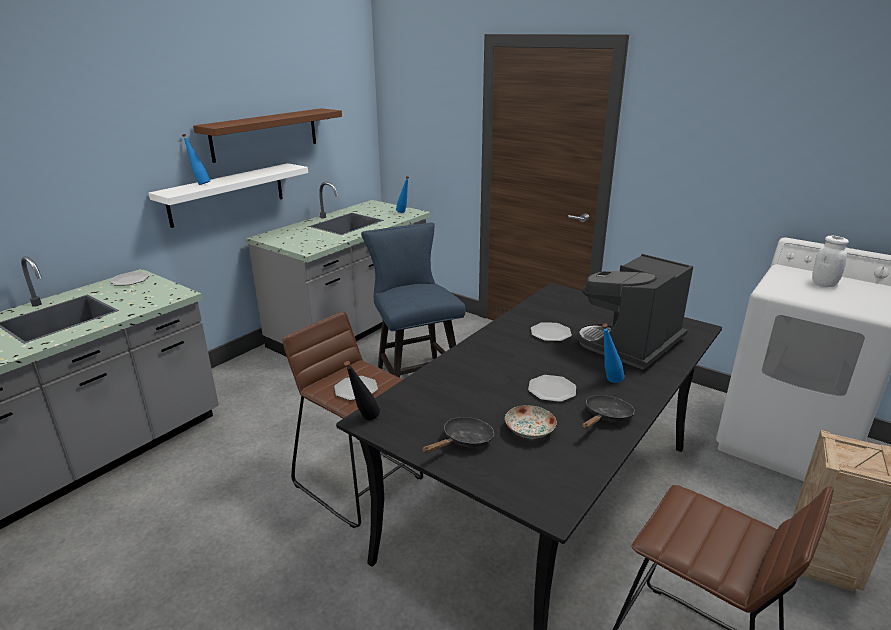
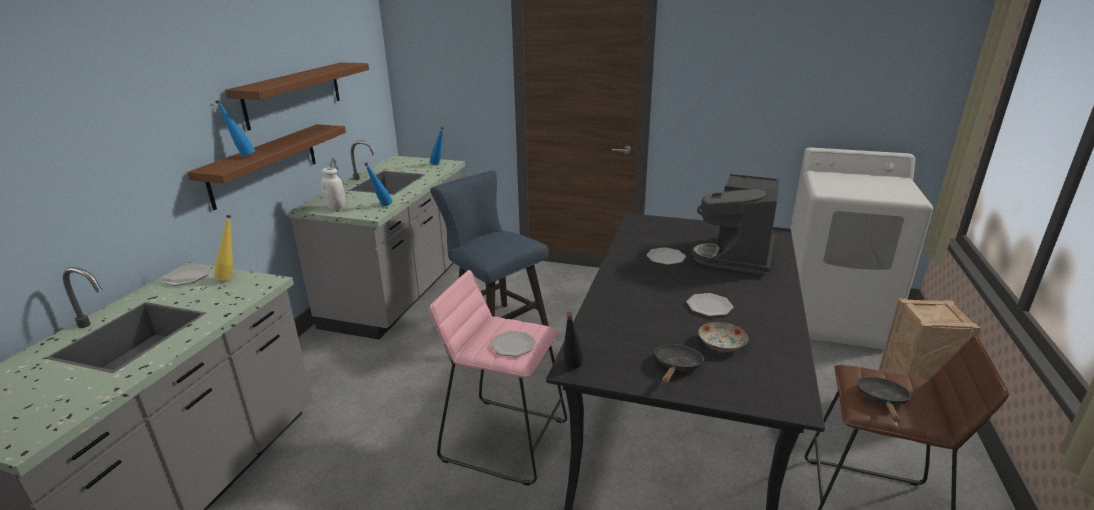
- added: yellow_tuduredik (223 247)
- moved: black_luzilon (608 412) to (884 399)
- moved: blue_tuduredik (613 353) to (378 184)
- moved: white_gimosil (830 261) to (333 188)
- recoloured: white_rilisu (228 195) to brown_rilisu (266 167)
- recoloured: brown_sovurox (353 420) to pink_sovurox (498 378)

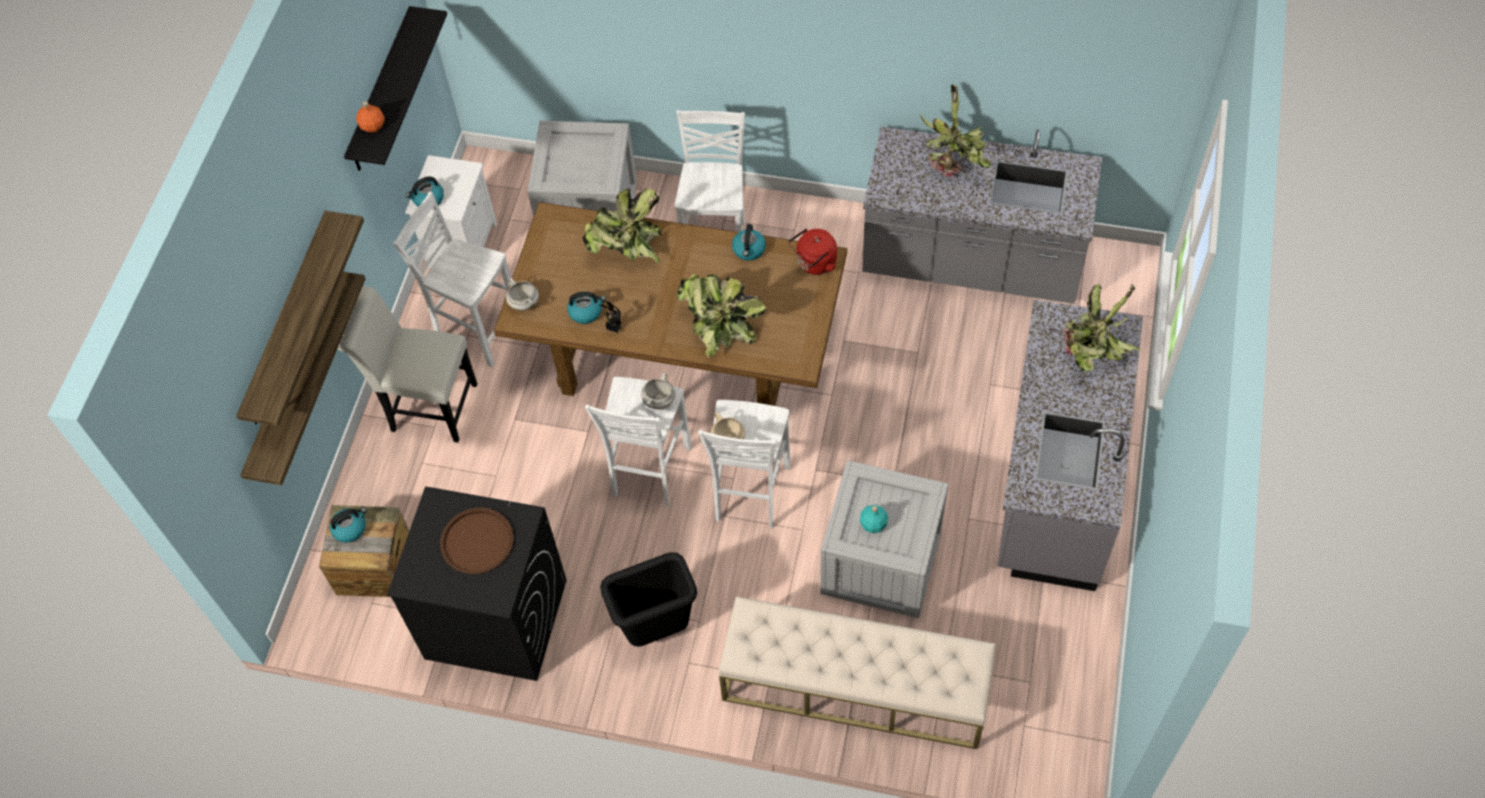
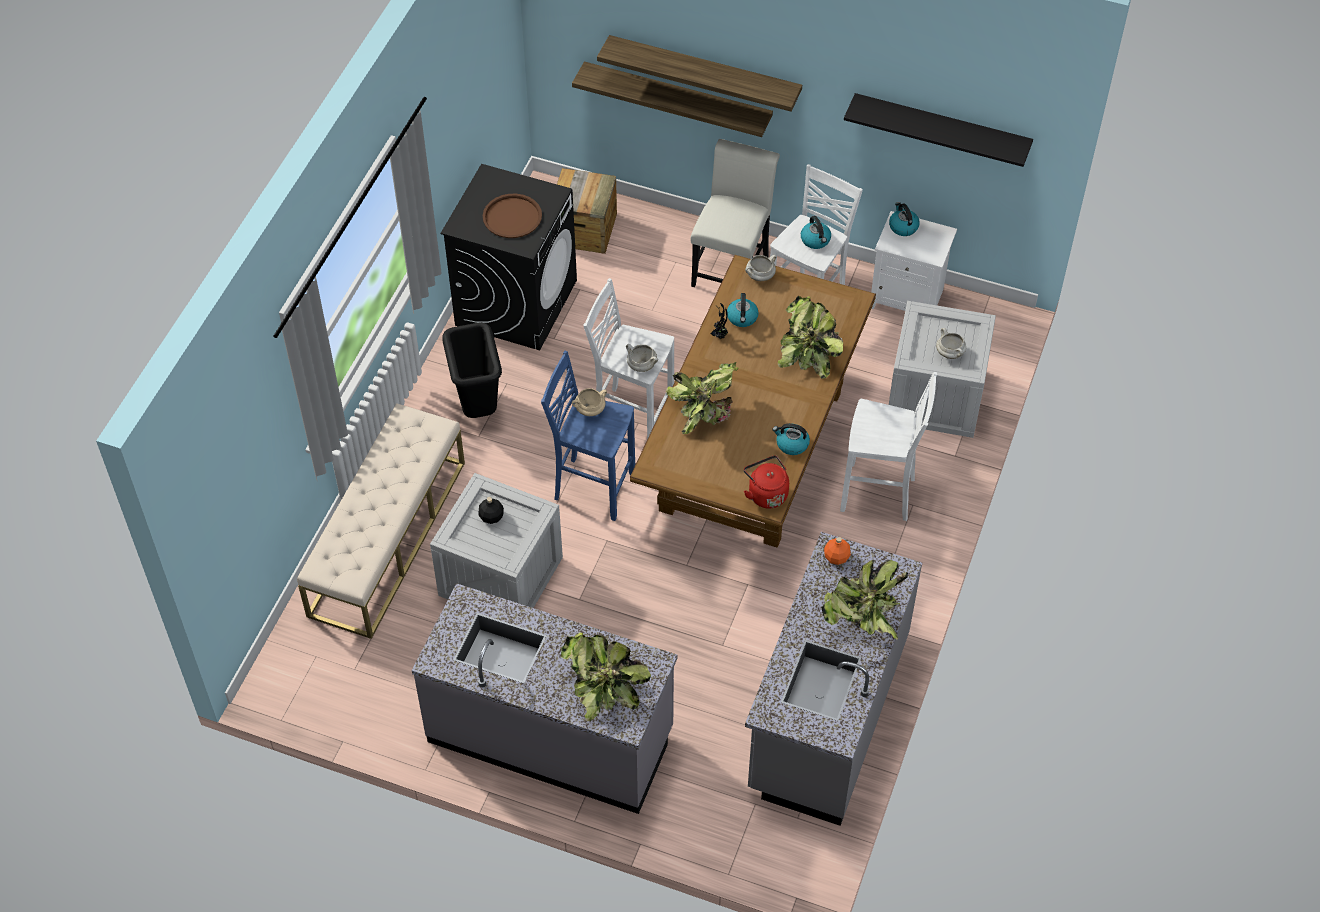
- added: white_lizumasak (951 343)
- moved: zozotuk (348 525) to (816 232)
- moved: orange_tuduredik (370 117) to (837 551)
- recoloured: white_sovurox (744 464) to blue_sovurox (588 436)
- recoloured: turquoise_tuduredik (874 519) to black_tuduredik (491 510)

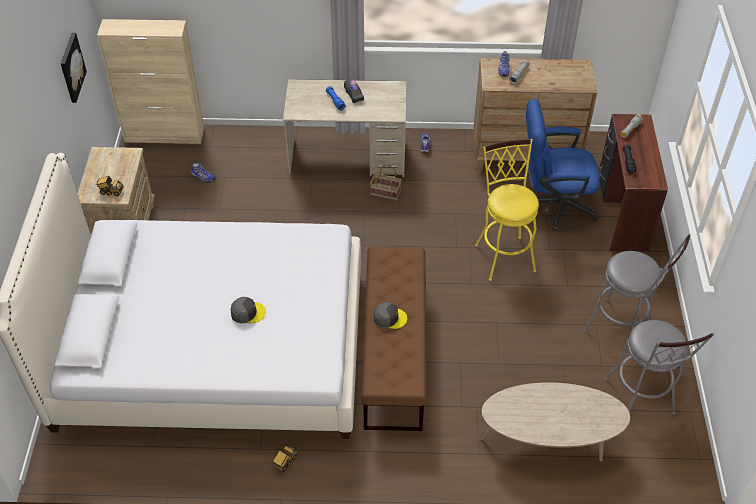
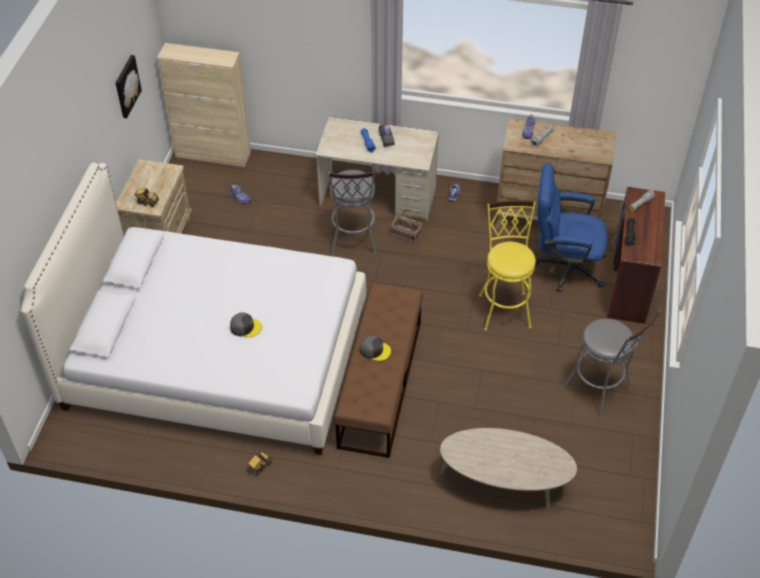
- moved: grey_sovurox (659 367) to (352 212)

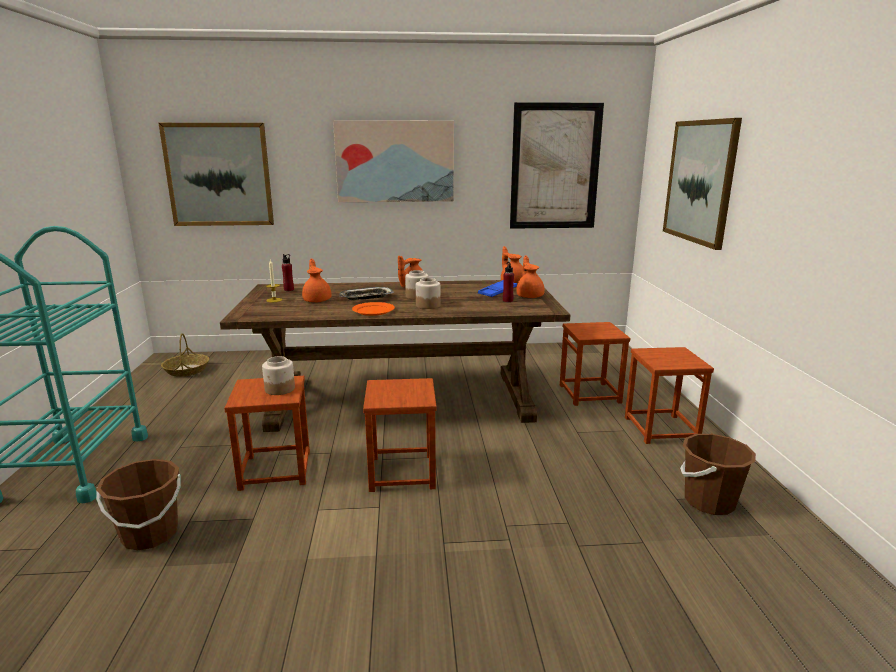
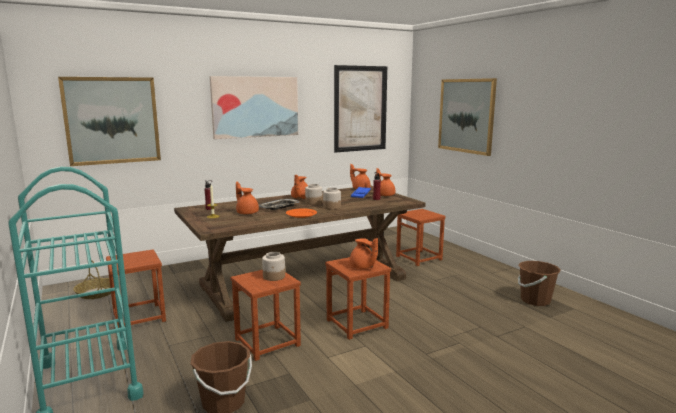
- added: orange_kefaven (363 253)
- moved: brown_sovurox (669 395) to (136 288)

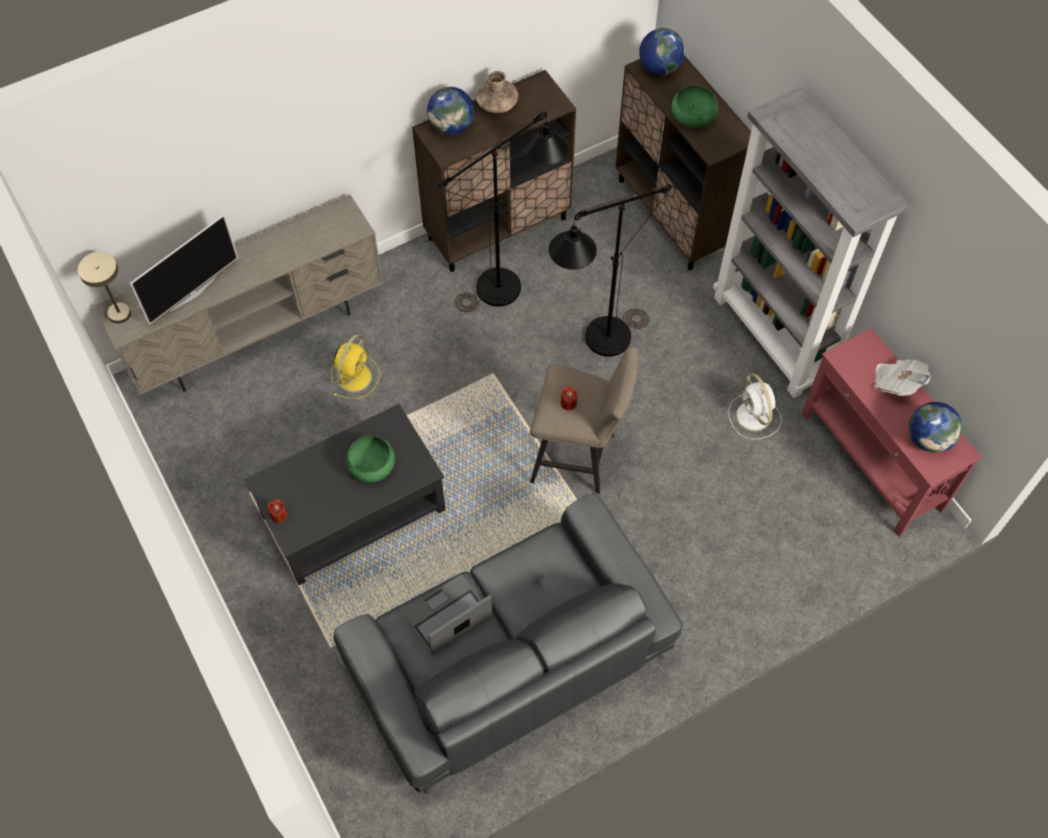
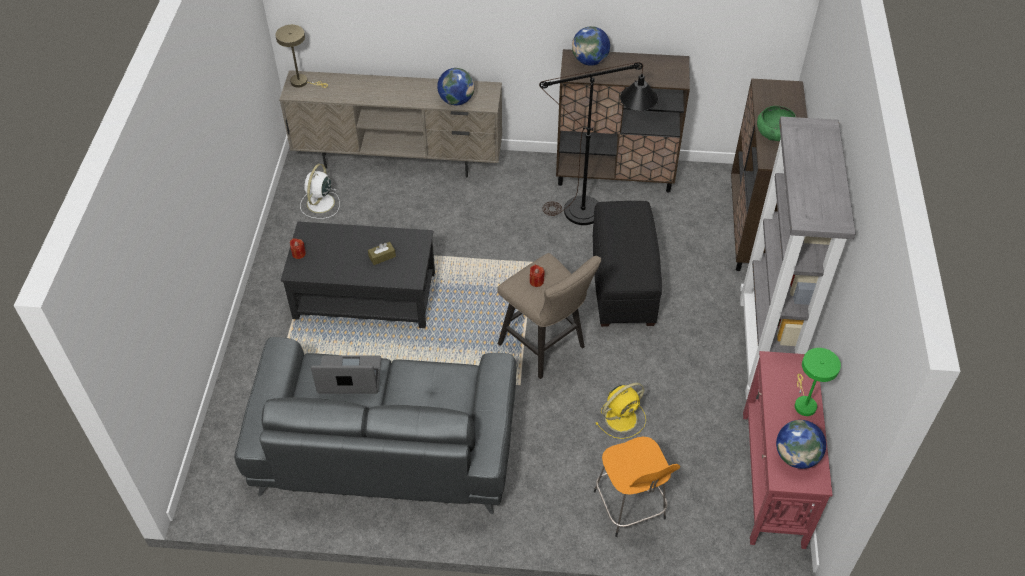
- removed: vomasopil (184 269)
- removed: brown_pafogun (497 92)
- added: orange_sovurox (637 487)
- moved: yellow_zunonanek (355 367) to (621 411)
- moved: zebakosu (662 51) to (455 86)
- moved: white_zunonanek (755 406) to (320 191)
- replaced: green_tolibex (370 459) to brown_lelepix (382 253)
- replaced: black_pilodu (610 270) to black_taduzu (627 264)
- replaced: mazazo (902 377) to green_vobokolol (818 382)

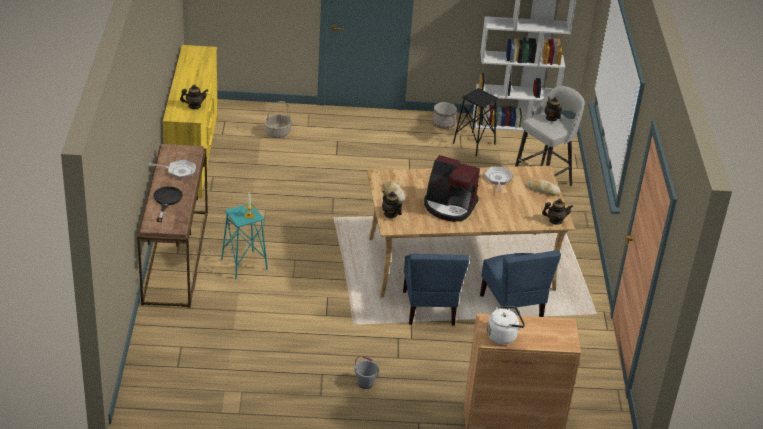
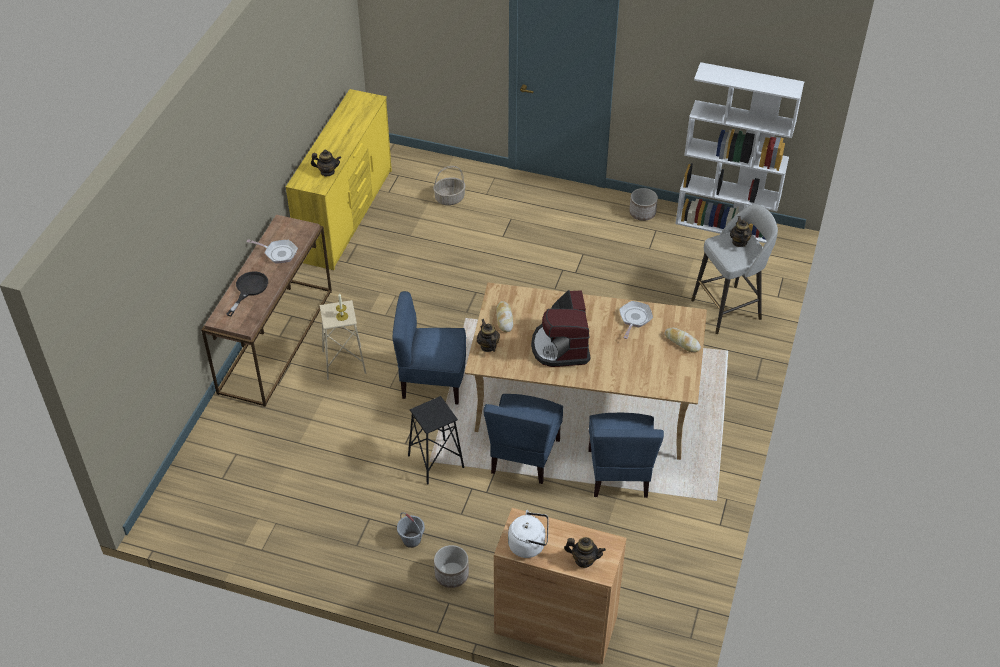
- added: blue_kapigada (429 347)
- added: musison (451 566)
- moved: black_sovurox (475 122) to (436 440)
- moved: kefaven (557 212) to (585 552)
- recoloured: turquoise_sovurox (244 241) to beige_sovurox (343 340)
- turned: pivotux (452 188) = (560 328) 45 degrees clockwise

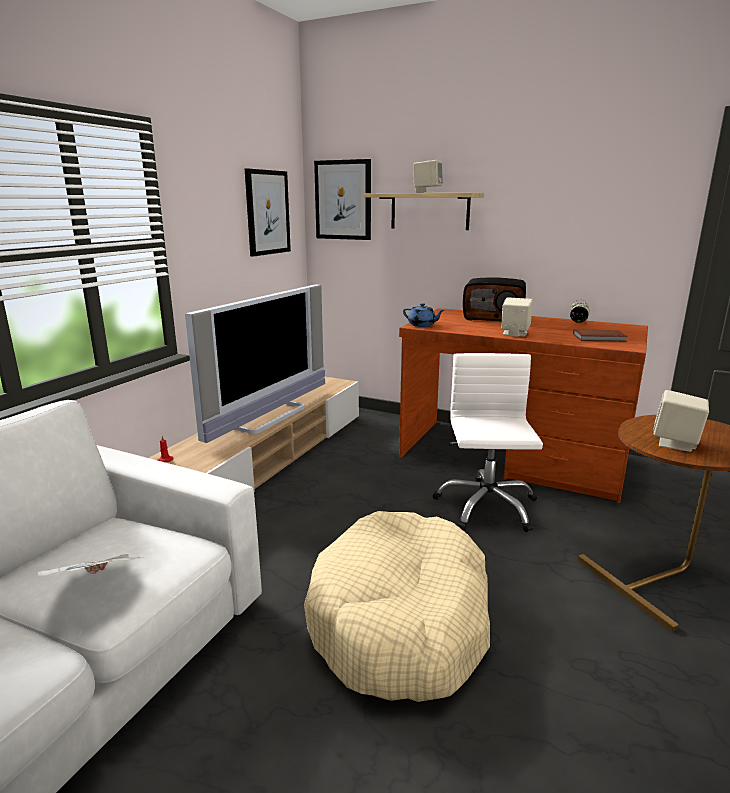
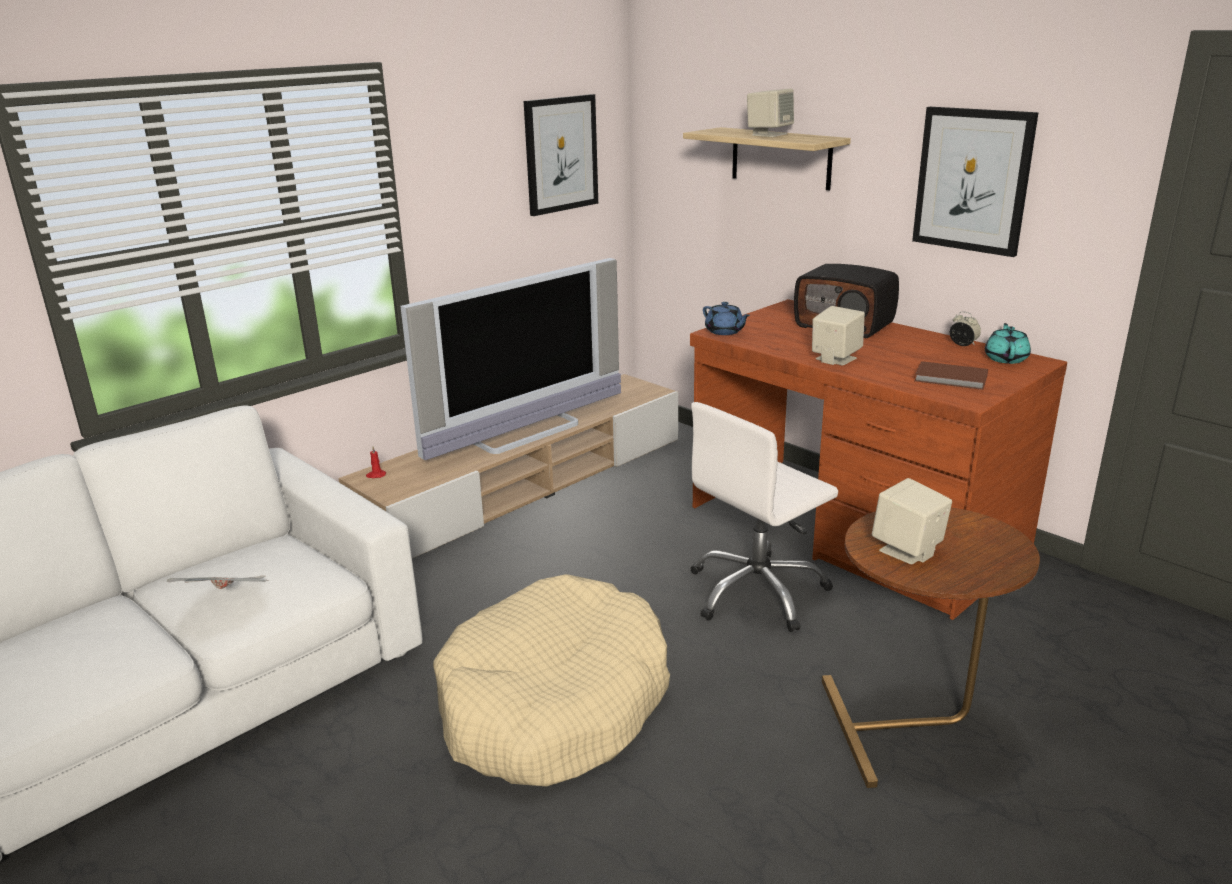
- added: turquoise_kefaven (1008 343)
- moved: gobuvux (342 199) to (975 182)
- turned: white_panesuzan (487 442) = (764 517) 150 degrees counterclockwise

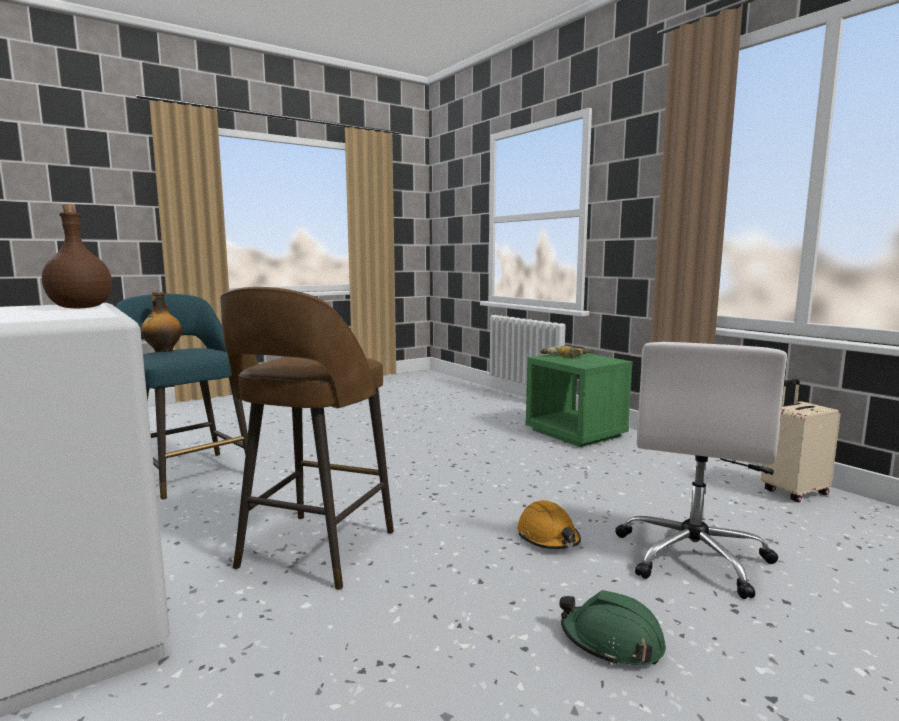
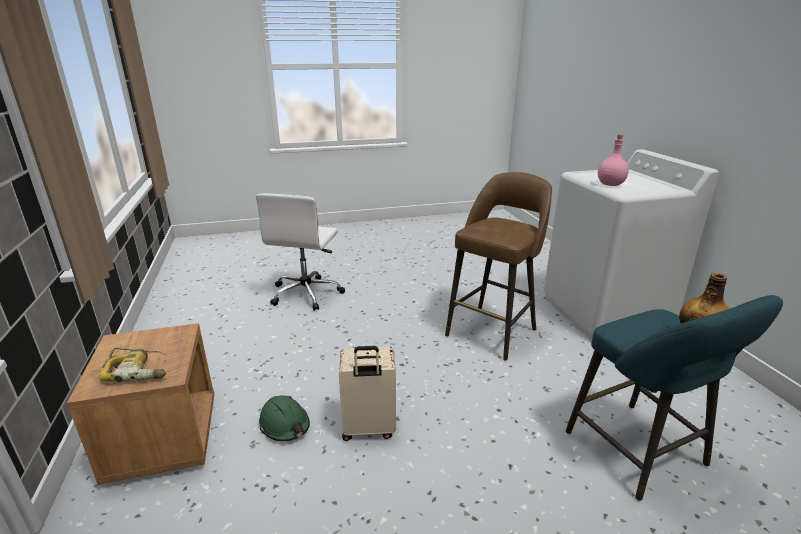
- removed: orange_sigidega (549 524)
- moved: green_sigidega (613 627) to (284 418)
- moved: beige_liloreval (801 440) to (367 393)
- recoloured: brown_tuduredik (77 256) to pink_tuduredik (613 160)
- recoloured: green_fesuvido (579 400) to brown_fesuvido (140 404)
- turned: white_panesuzan (701 470) = (300 252) 150 degrees clockwise

